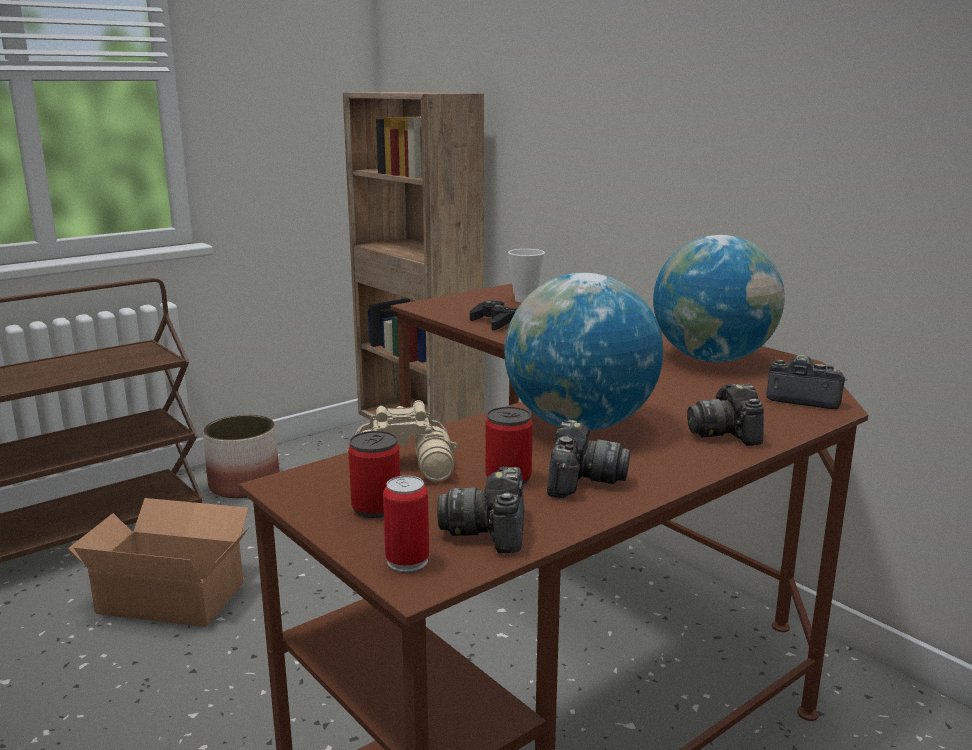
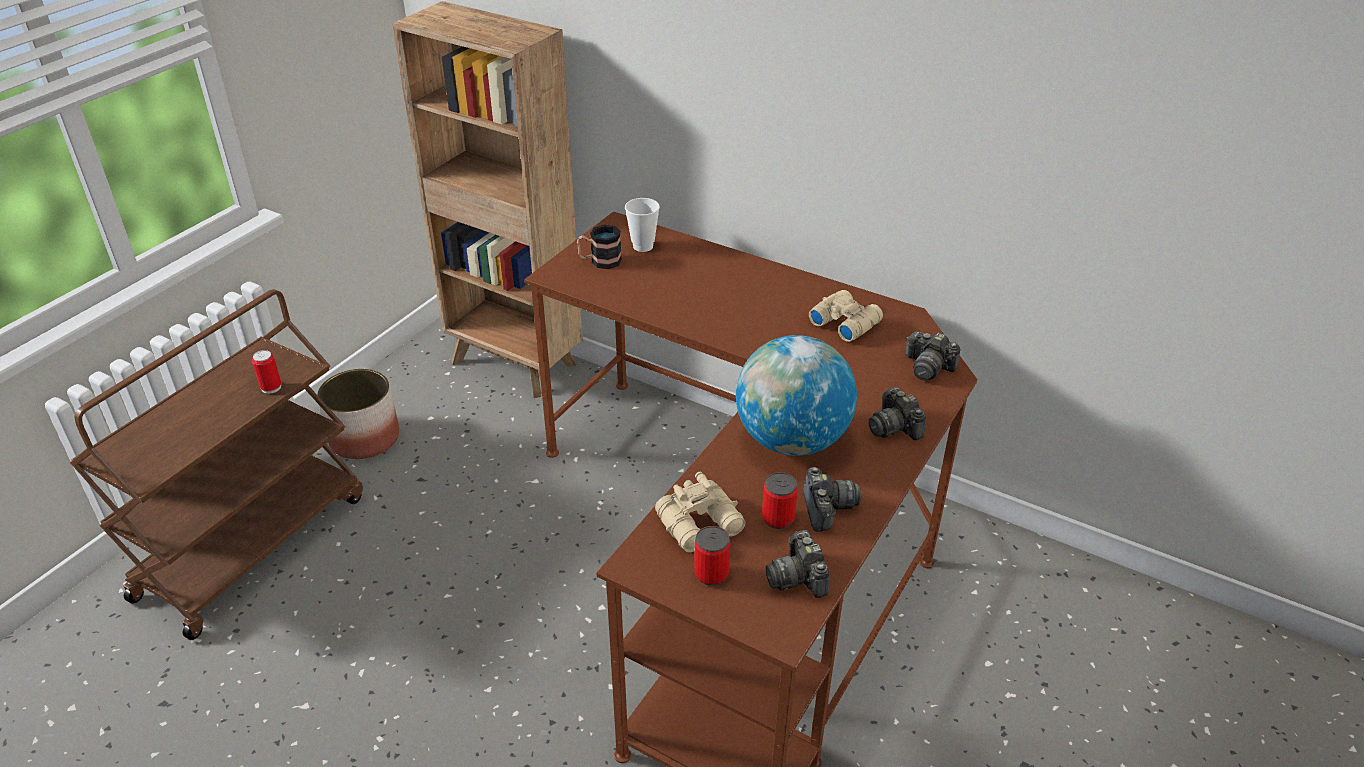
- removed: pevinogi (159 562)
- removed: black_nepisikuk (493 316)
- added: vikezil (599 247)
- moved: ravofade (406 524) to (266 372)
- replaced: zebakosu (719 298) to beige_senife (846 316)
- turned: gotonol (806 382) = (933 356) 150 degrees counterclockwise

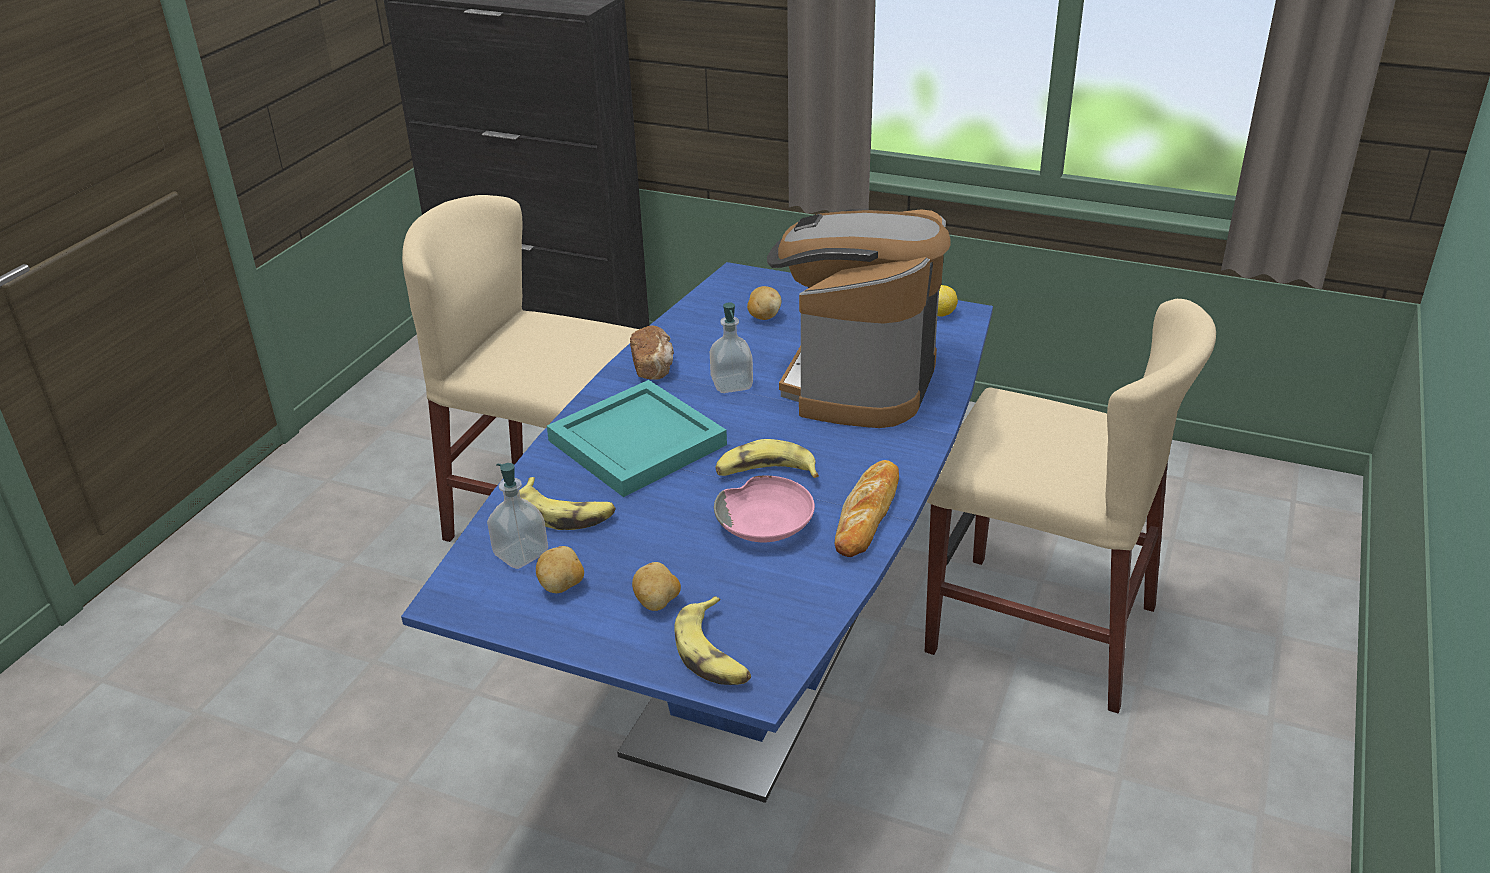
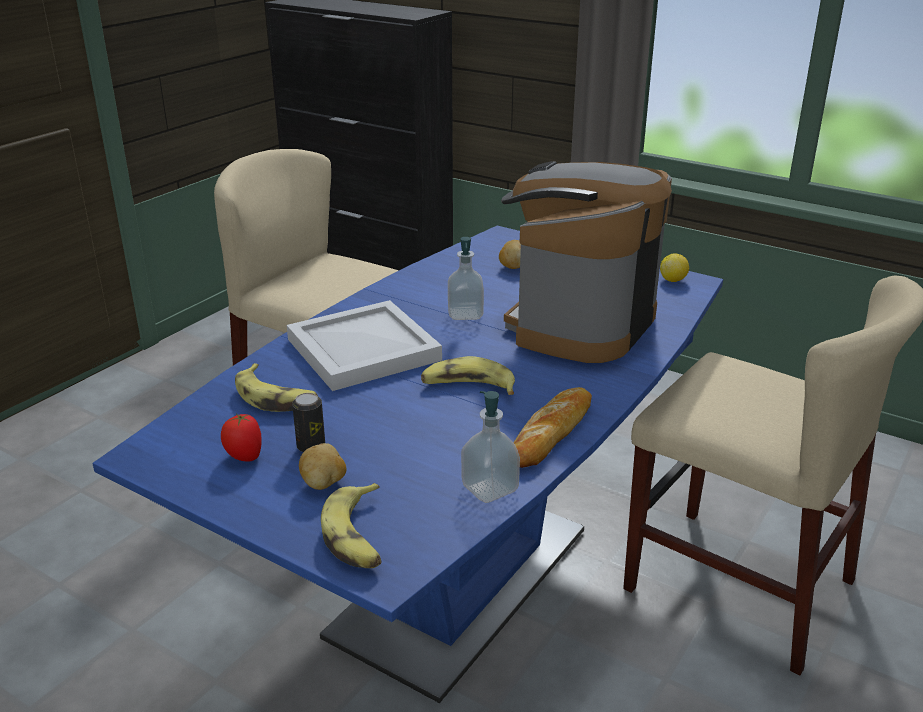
- removed: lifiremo (652 352)
- removed: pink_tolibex (764 509)
- added: ravofade (308 422)
- moved: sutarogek (517 516) to (490 447)
- replaced: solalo (560 569) to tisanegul (241 437)
- recoloured: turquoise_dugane (637 438) to white_dugane (364 345)

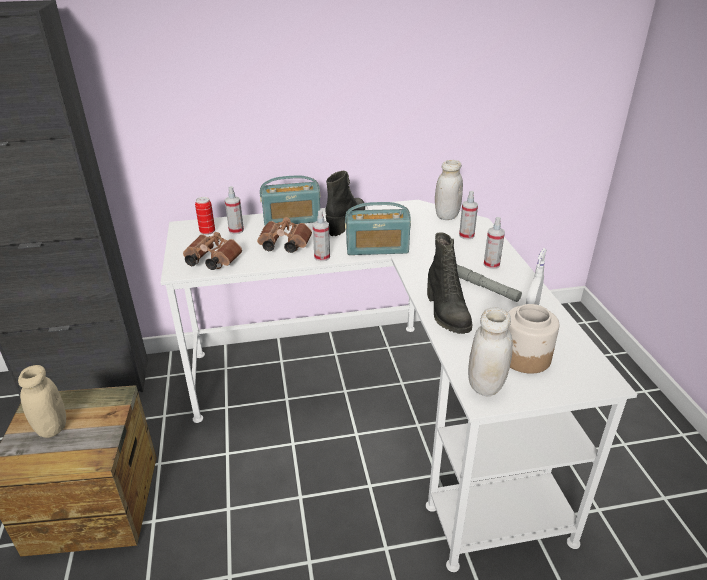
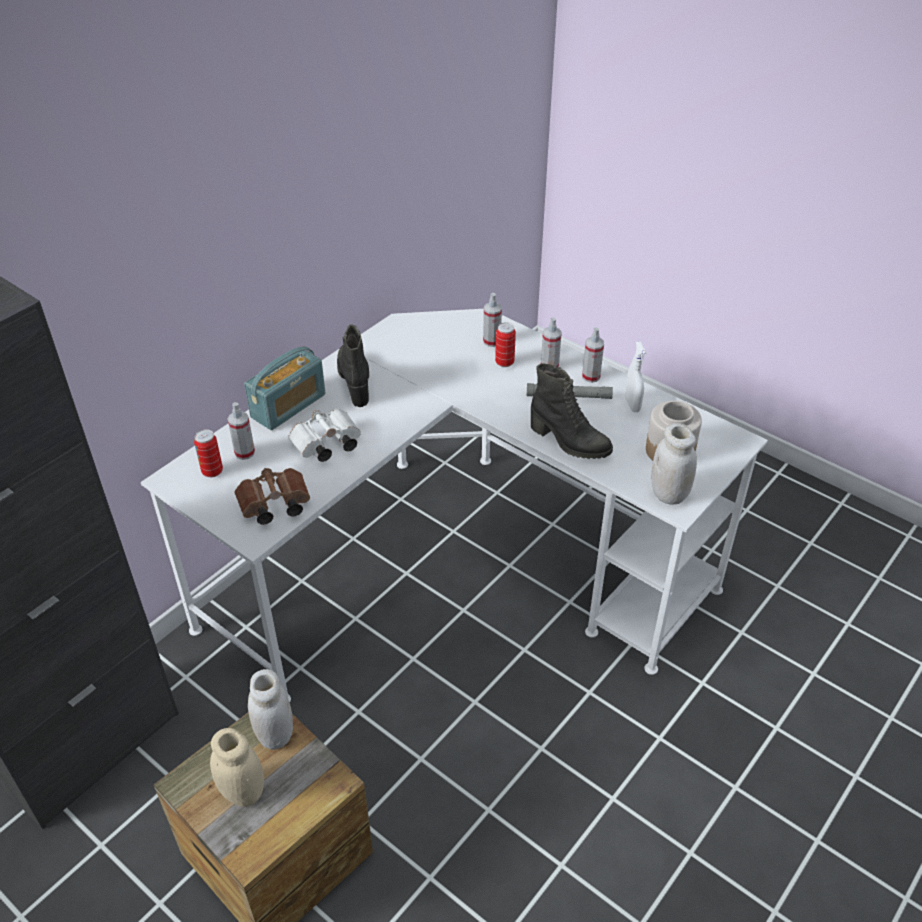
- removed: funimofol (378 228)
- added: ravofade (505 344)
- moved: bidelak (321 235) to (593 355)
- moved: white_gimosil (449 190) to (270 709)
- recoloured: brown_senife (284 235) to white_senife (324 435)

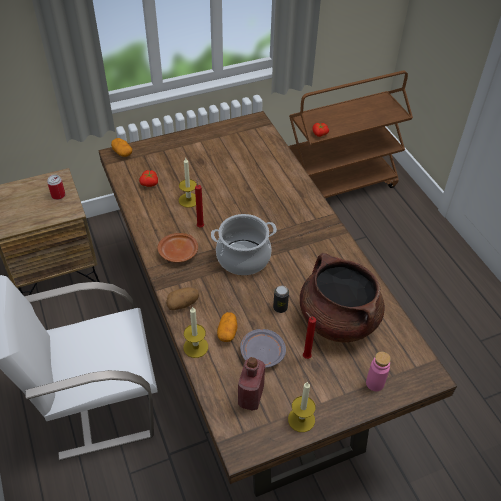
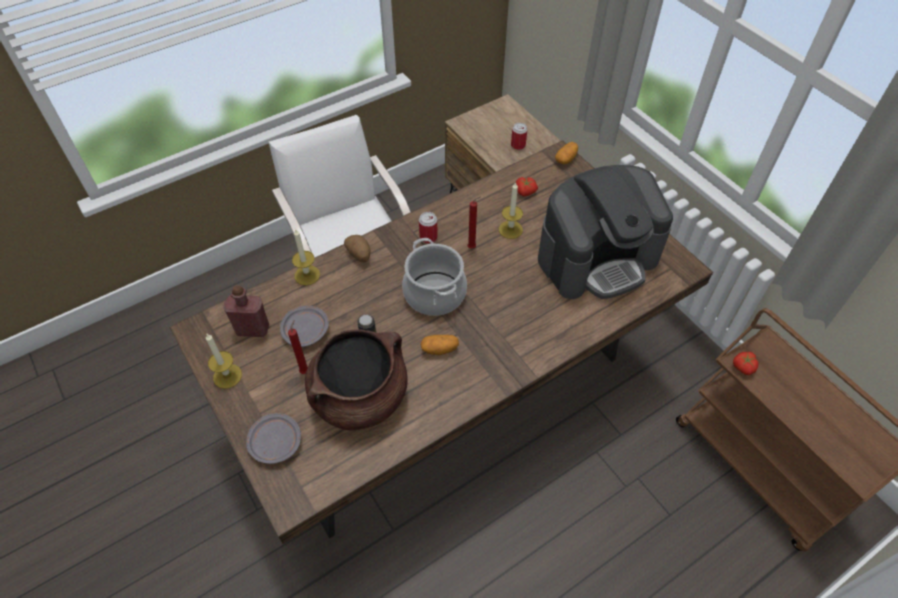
- added: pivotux (605 232)
- moved: solalo (227 327) to (440 345)
- replaced: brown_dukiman (178 248) to ravofade (428 228)
- replaced: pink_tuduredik (378 371) to grey_dukiman (273 438)

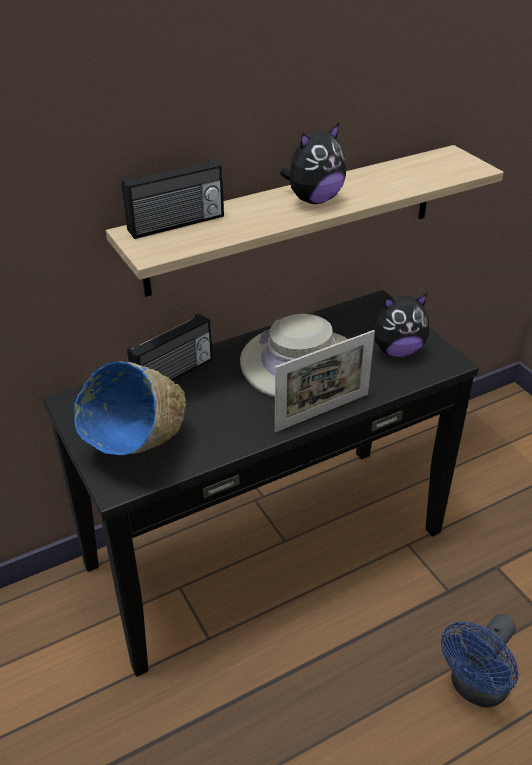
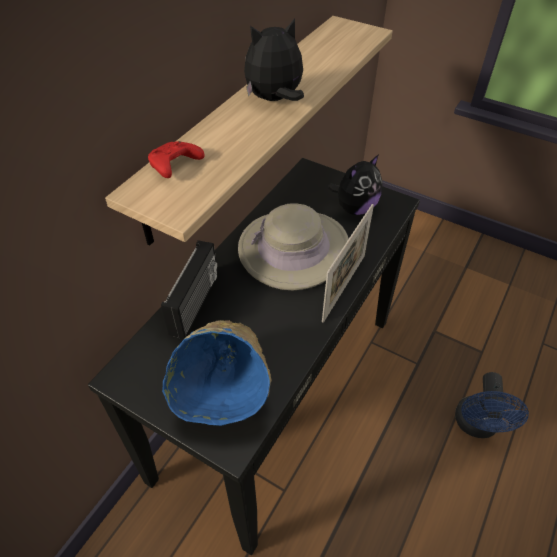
- replaced: funimofol (172 199) to red_nepisikuk (176 159)
- turned: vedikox (313 163) = (274 59) 135 degrees counterclockwise

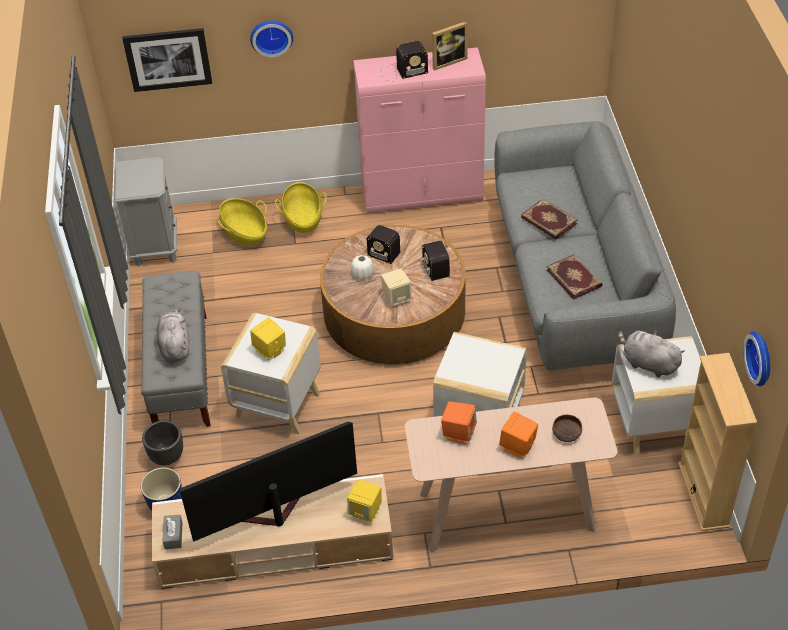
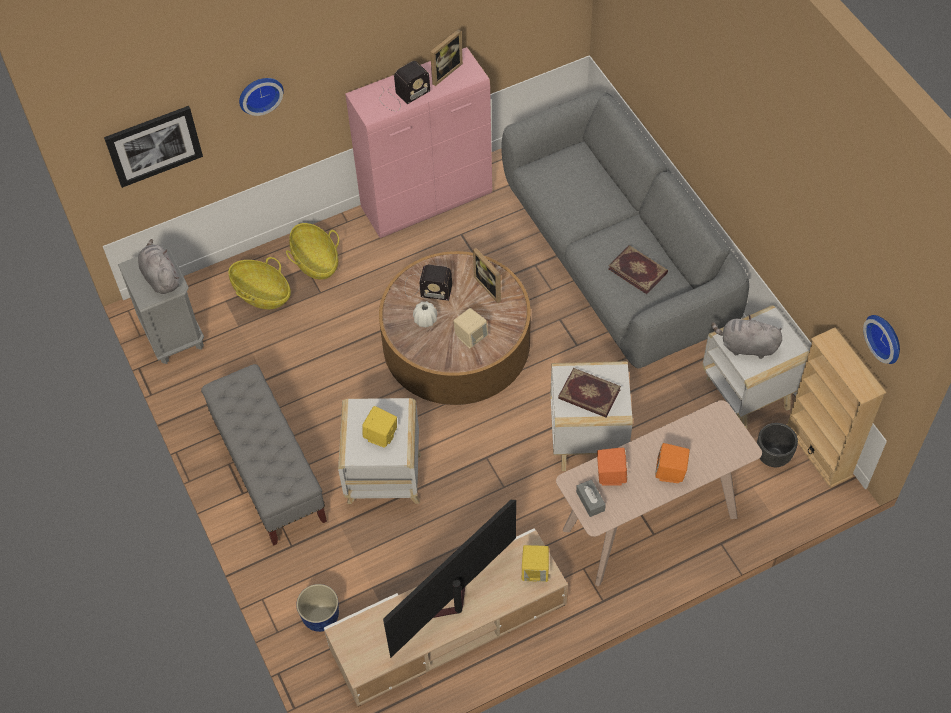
- removed: brown_tolibex (567 428)
- moved: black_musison (162 442) to (777 445)
- moved: grey_vedikox (173 335) to (158 266)
- moved: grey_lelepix (172 532) to (591 498)
- moved: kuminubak (549 219) to (589 392)
- replaced: funimofol (435 260) to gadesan (487 275)

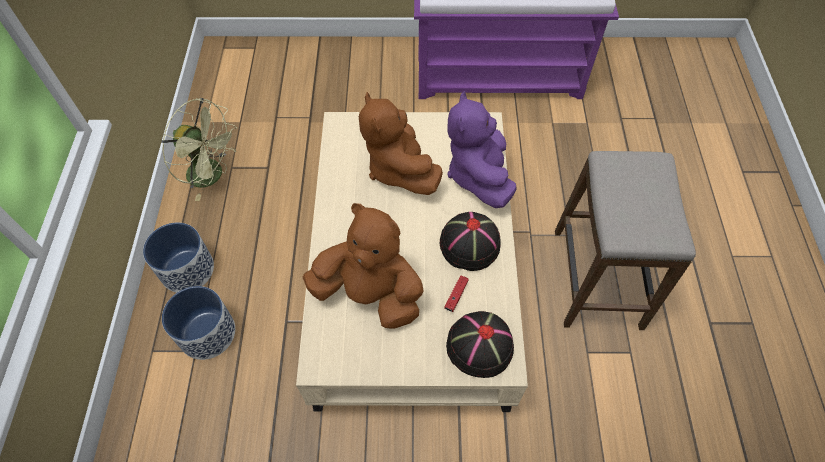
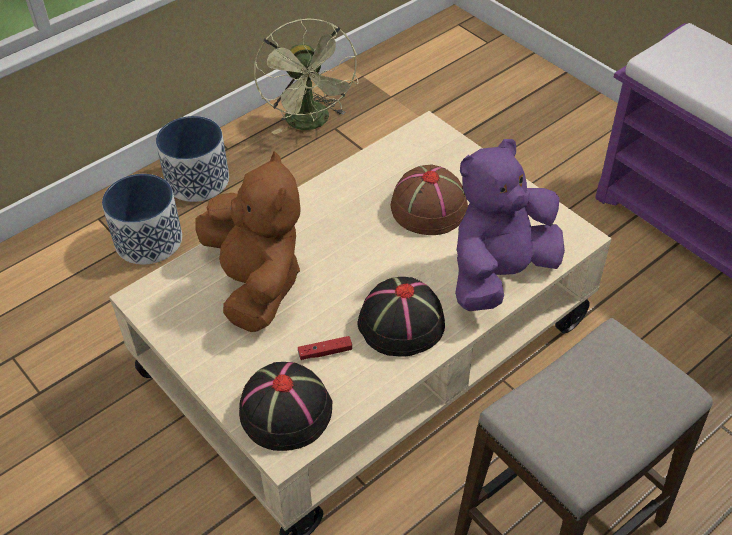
- replaced: brown_vedikox (401 143) to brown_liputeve (429 199)

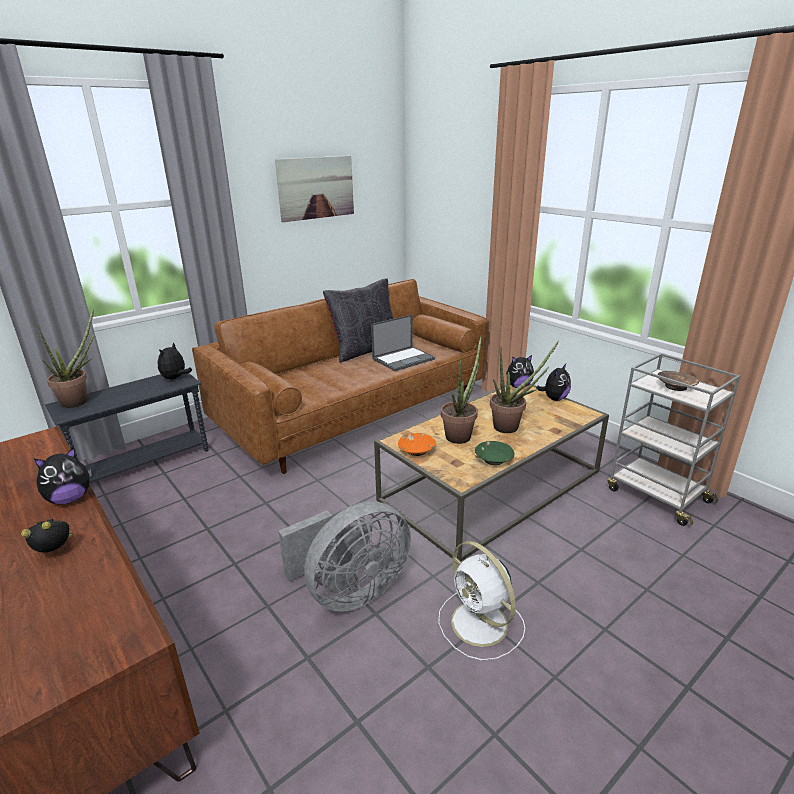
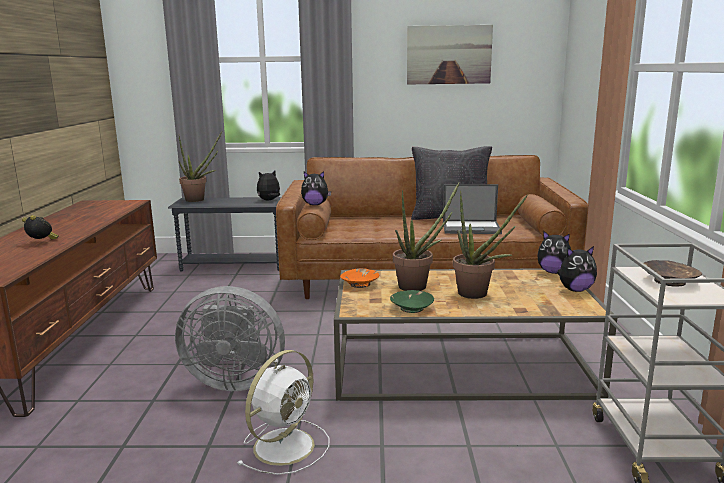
- moved: vedikox (63 475) to (316 188)
- turned: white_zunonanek (481 601) = (283 412) 150 degrees counterclockwise

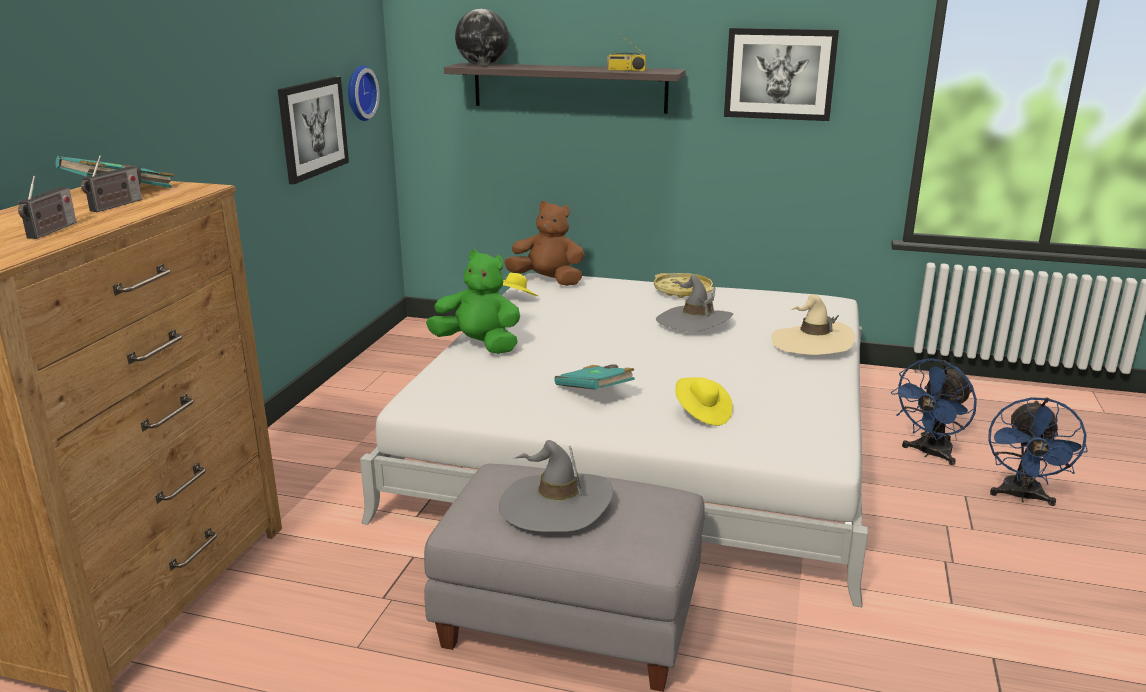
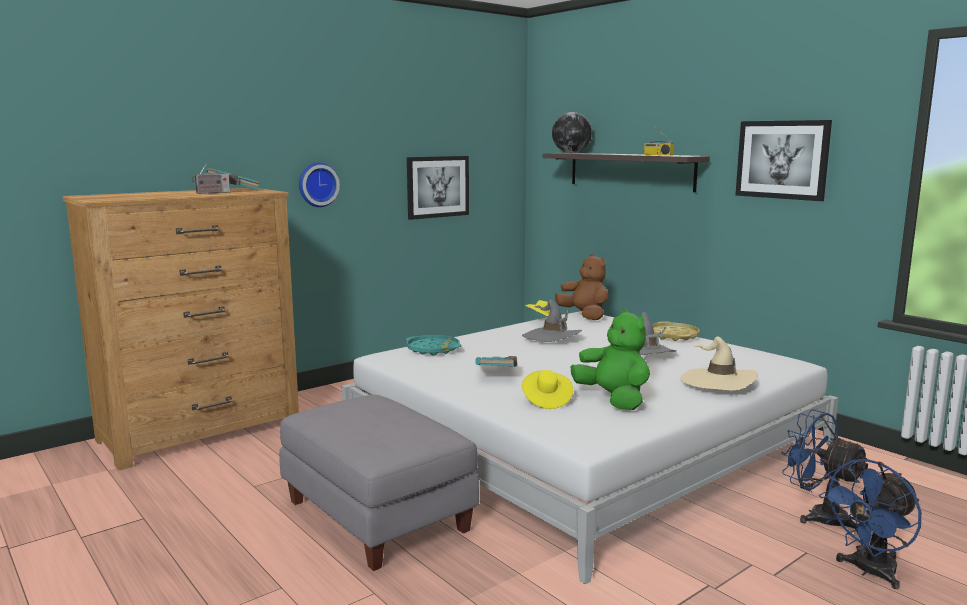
- removed: funimofol (47 207)
- added: turquoise_dugane (433 345)
- moved: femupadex (363 93) to (319 184)
- moved: green_vedikox (473 301) to (610 359)
- moved: grey_liputeve (556 486) to (552 321)
- turned: blue_zunonanek (934 412) = (824 470) 60 degrees clockwise

